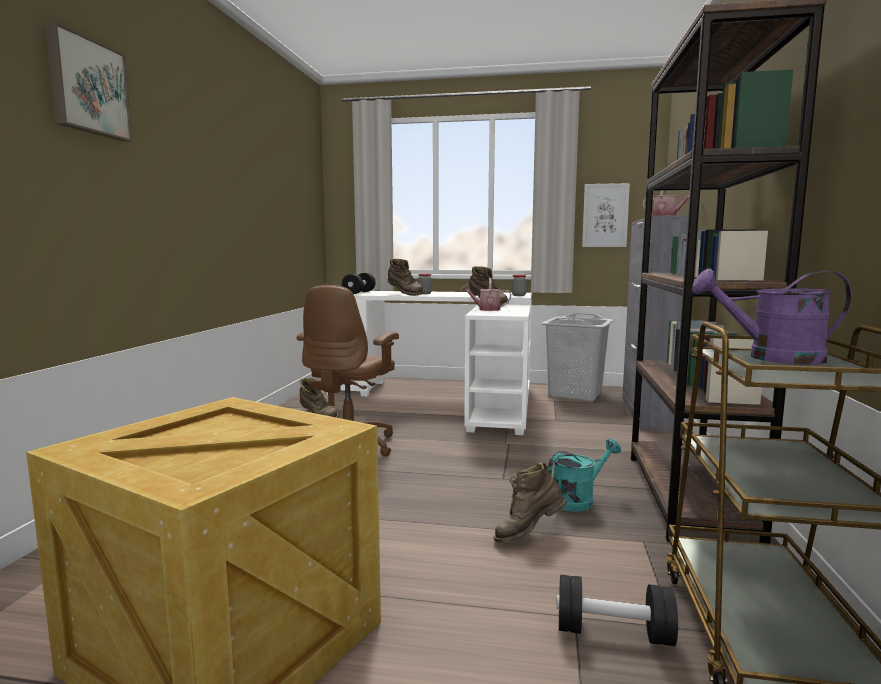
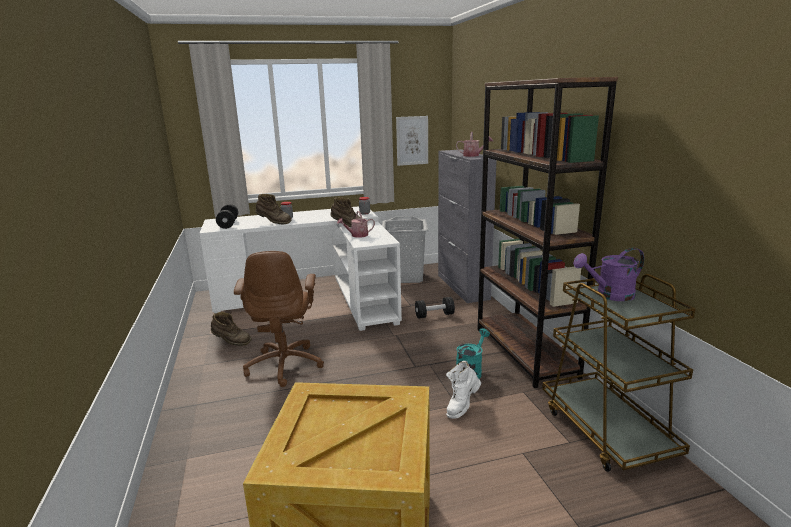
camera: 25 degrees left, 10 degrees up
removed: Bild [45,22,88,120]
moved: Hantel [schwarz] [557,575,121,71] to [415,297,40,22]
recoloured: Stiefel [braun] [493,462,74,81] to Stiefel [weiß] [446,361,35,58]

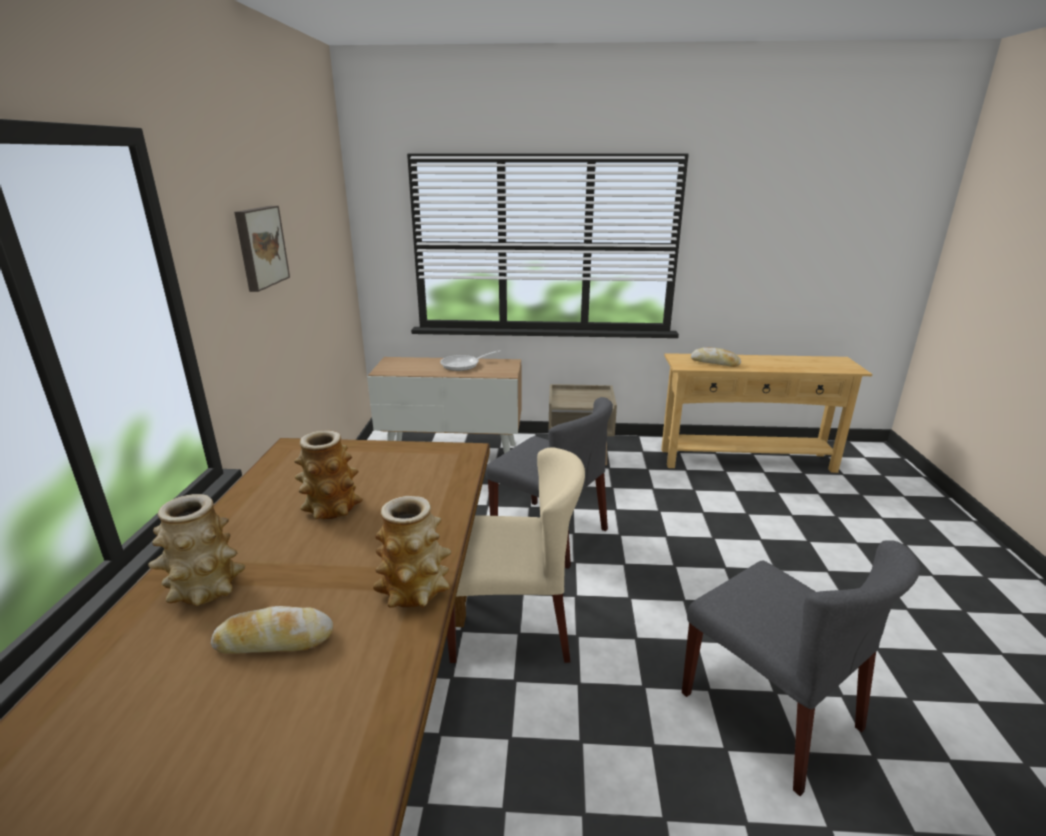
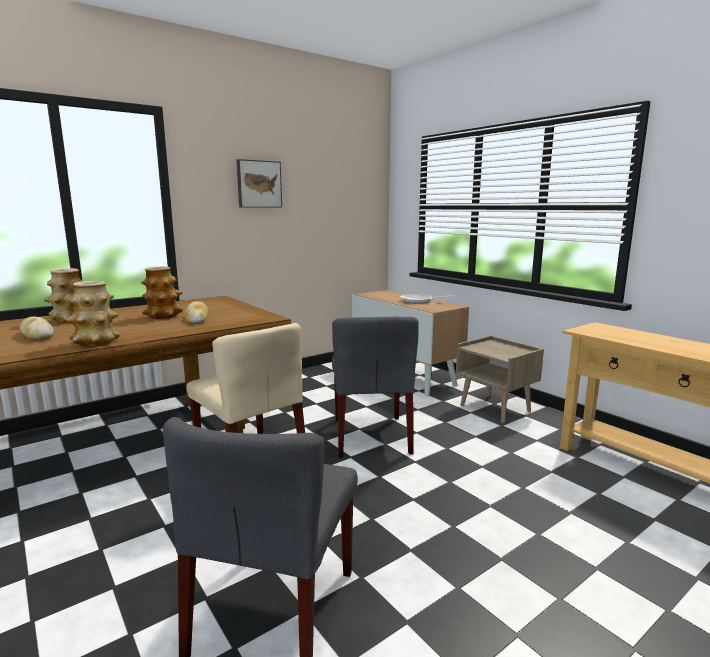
camera: 50 degrees right, 10 degrees down
moved: Brot [691,347,50,20] to [186,301,22,23]

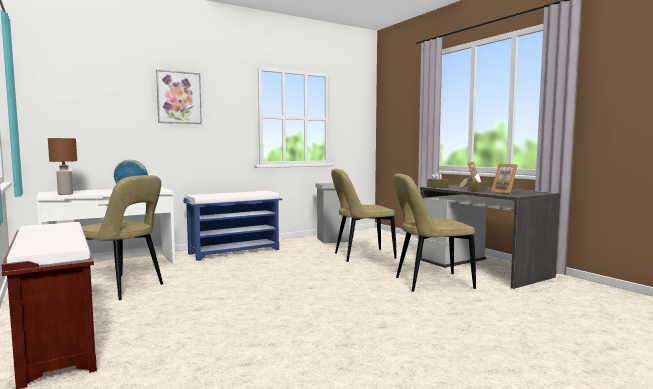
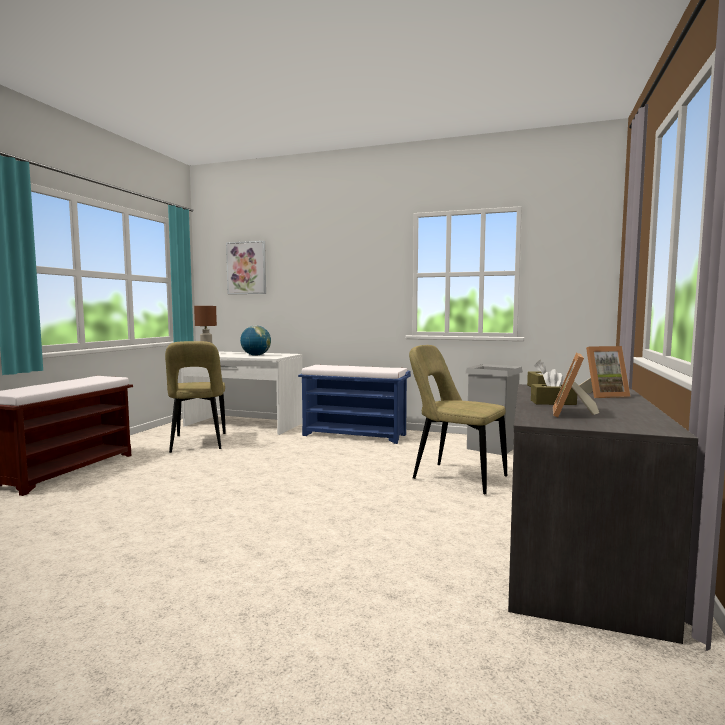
camera: 50 degrees right, 0 degrees up
removed: Stuhl [beige] [393,174,83,118]
moved: Bild [156,69,46,55] to [226,241,40,53]

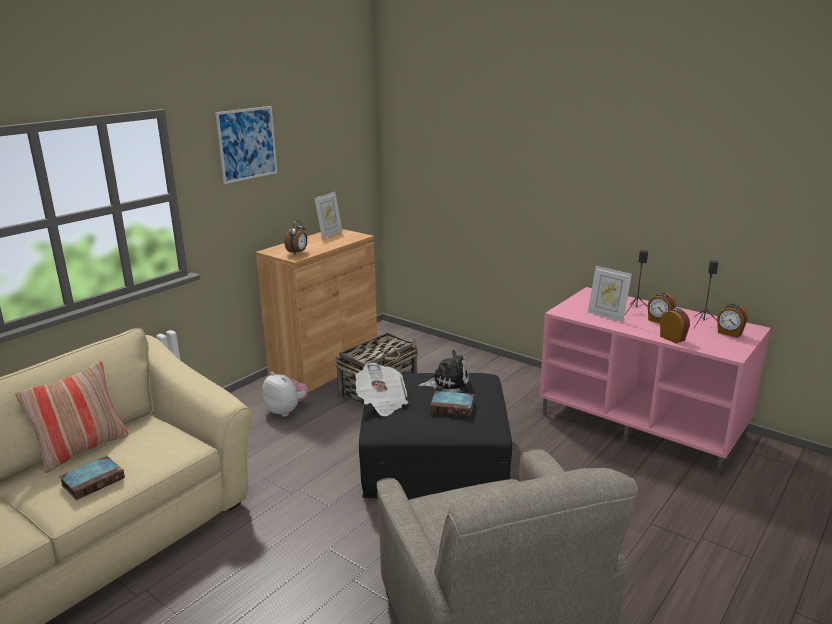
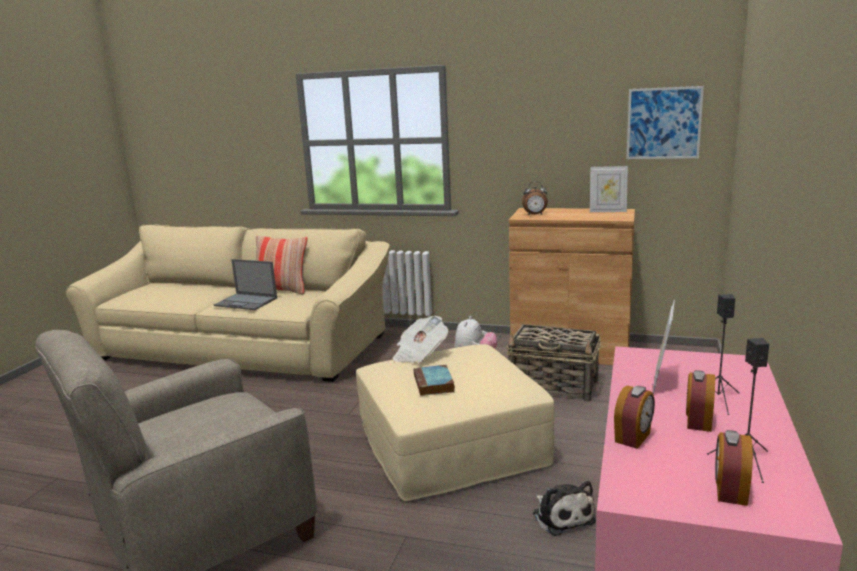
camera: 70 degrees right, 5 degrees down
moved: Bild [215,106,62,78] to [626,86,78,73]; Plüschtier [419,350,50,43] to [533,481,63,55]
replaced: Buch [59,456,66,44] to Laptop [214,259,63,51]
recoloured: Polsterhocker [schwarz] [359,373,153,127] to Polsterhocker [beige] [356,344,199,157]

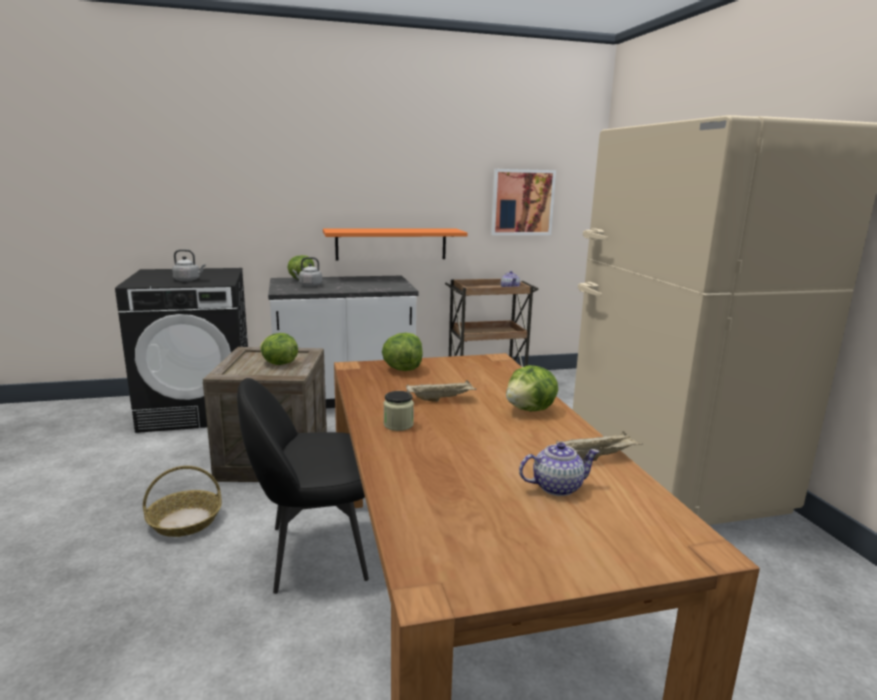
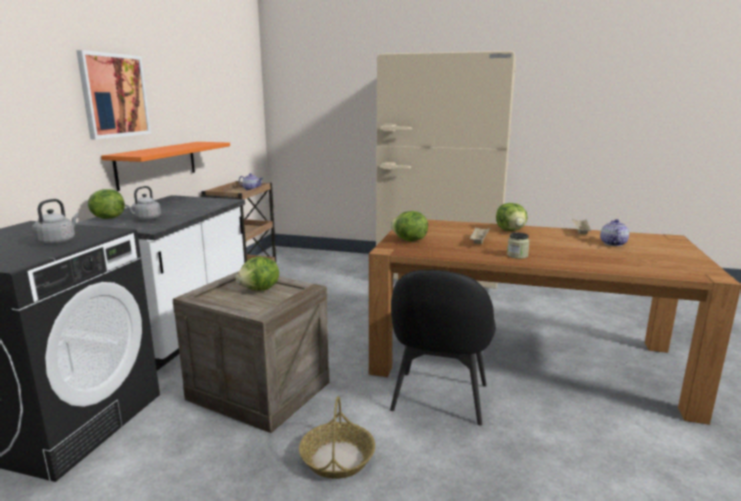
camera: 60 degrees left, 0 degrees up
moved: Bild [491,169,65,66] to [76,50,75,89]

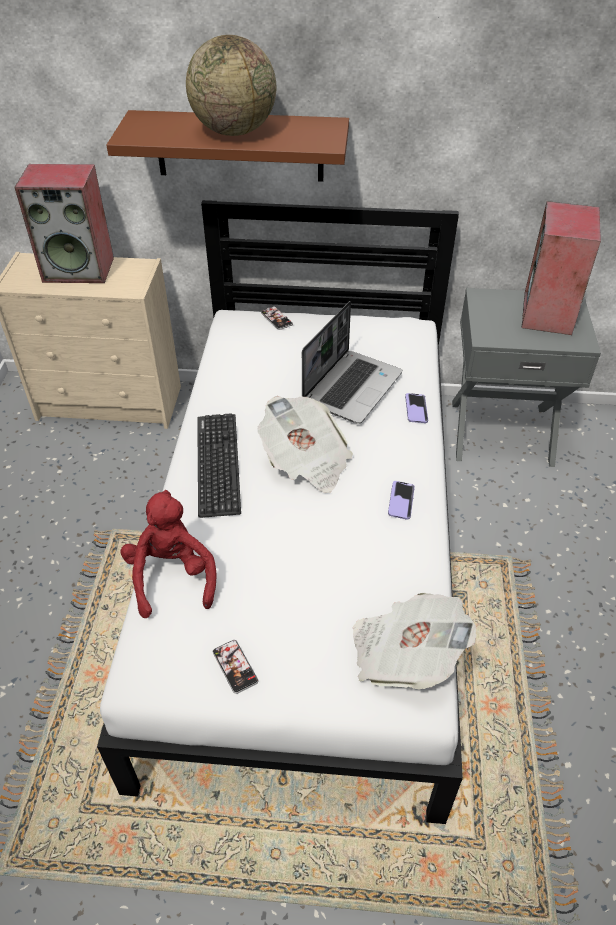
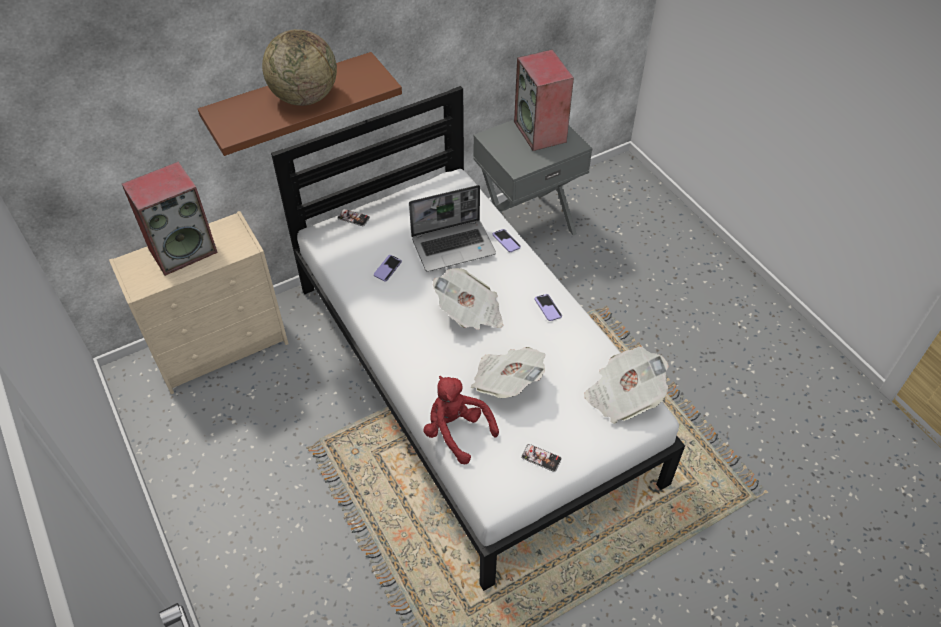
camera: 35 degrees left, 5 degrees up
removed: Tastatur [197,414,44,104]
added: Handy [374,255,28,26]; Zeitung [471,347,75,51]
turned: Laptop [302,301,101,123] = [409,185,87,87] 75 degrees clockwise

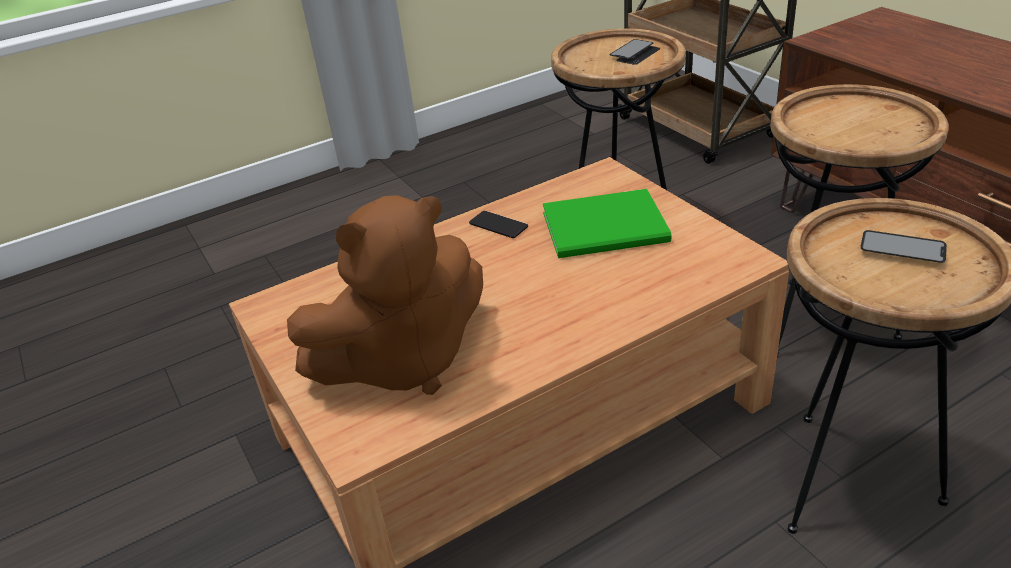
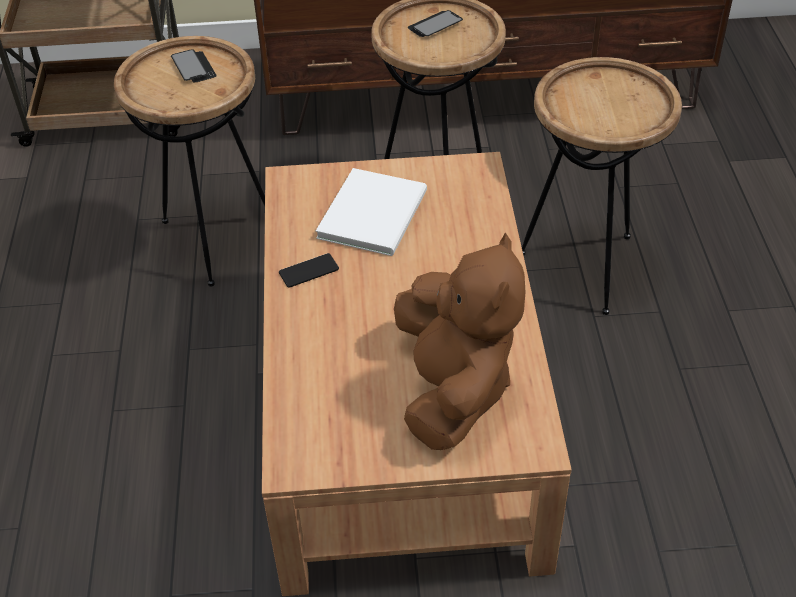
camera: 65 degrees left, 10 degrees up
moved: Handy [861,230,86,33] to [408,10,55,27]
recoloured: Buch [grün] [543,189,128,69] to Buch [weiß] [316,168,111,88]

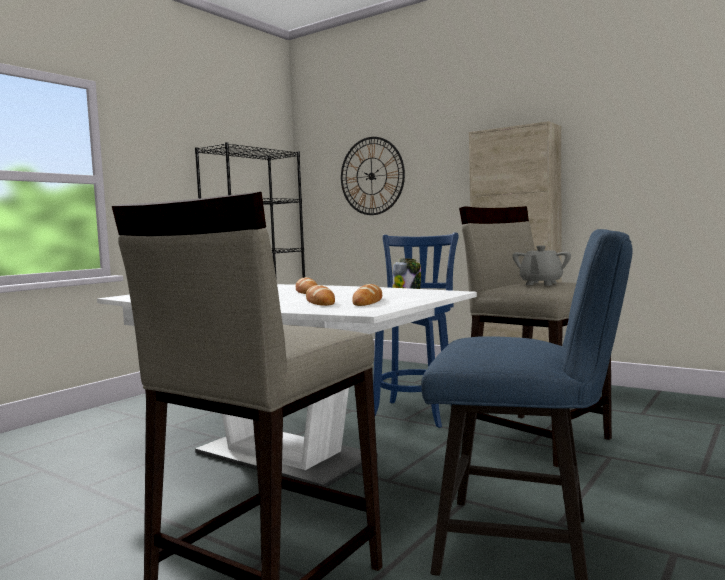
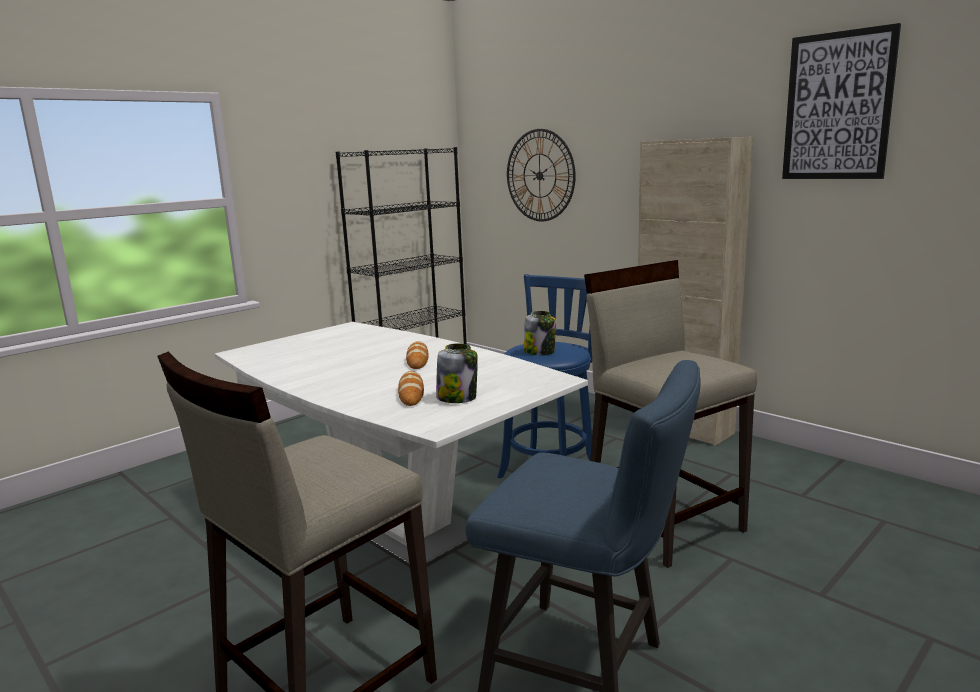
camera: 10 degrees right, 10 degrees up
removed: Teekanne [grau] [513,245,58,40]
added: Bild [782,23,119,156]
replaced: Brot [352,284,30,22] to Vorratsglas [436,343,42,60]

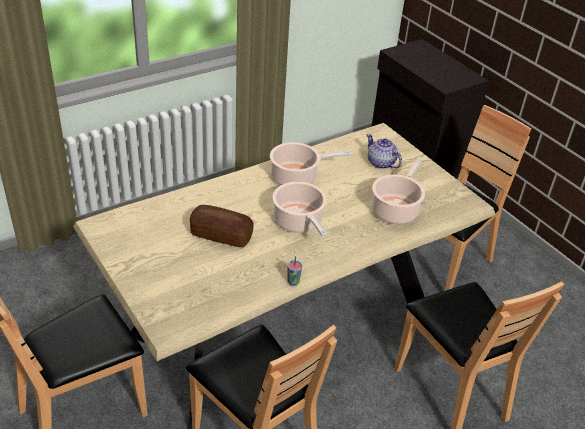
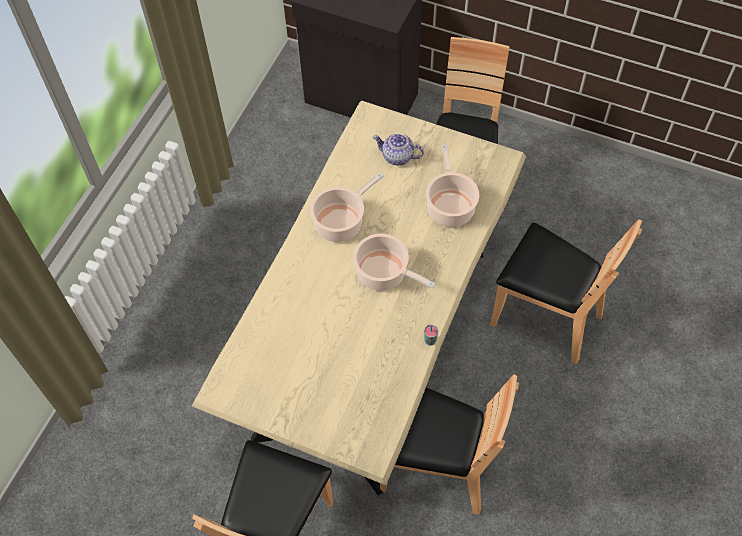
camera: 30 degrees left, 20 degrees up
removed: Brot [190,205,64,42]

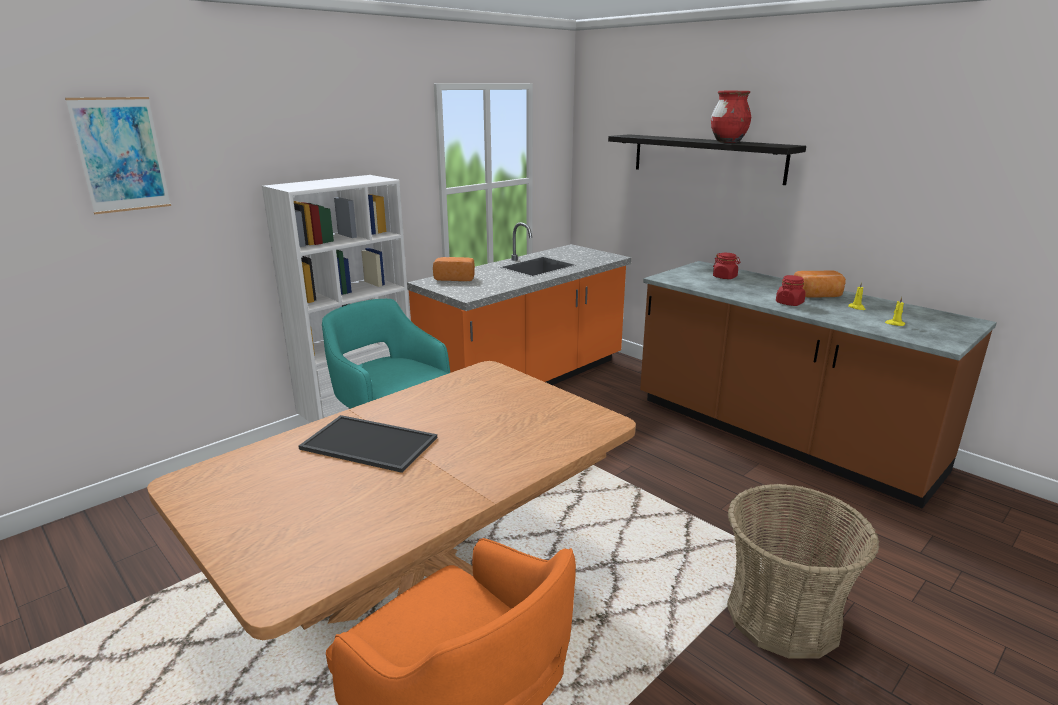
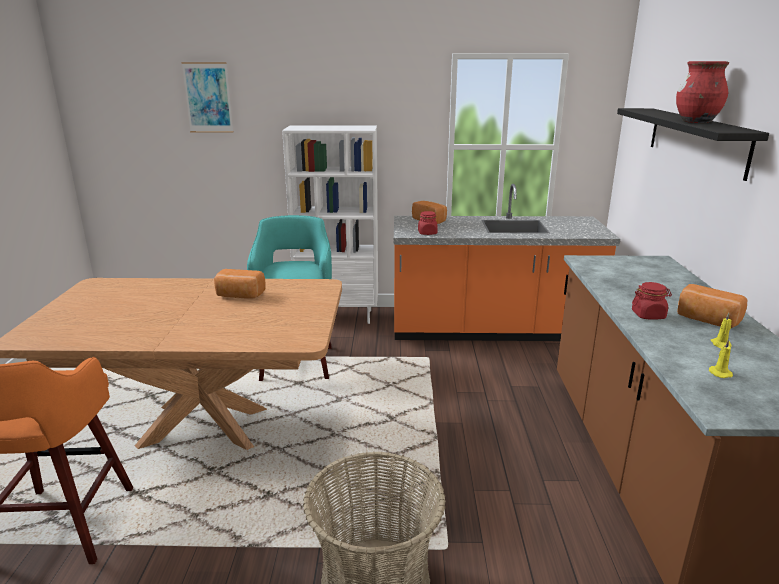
camera: 45 degrees right, 0 degrees up
removed: Tablett [298,415,139,58]
added: Brot [214,269,52,30]
moved: Vorratsglas [rot] [713,253,28,26] to [418,211,20,24]

